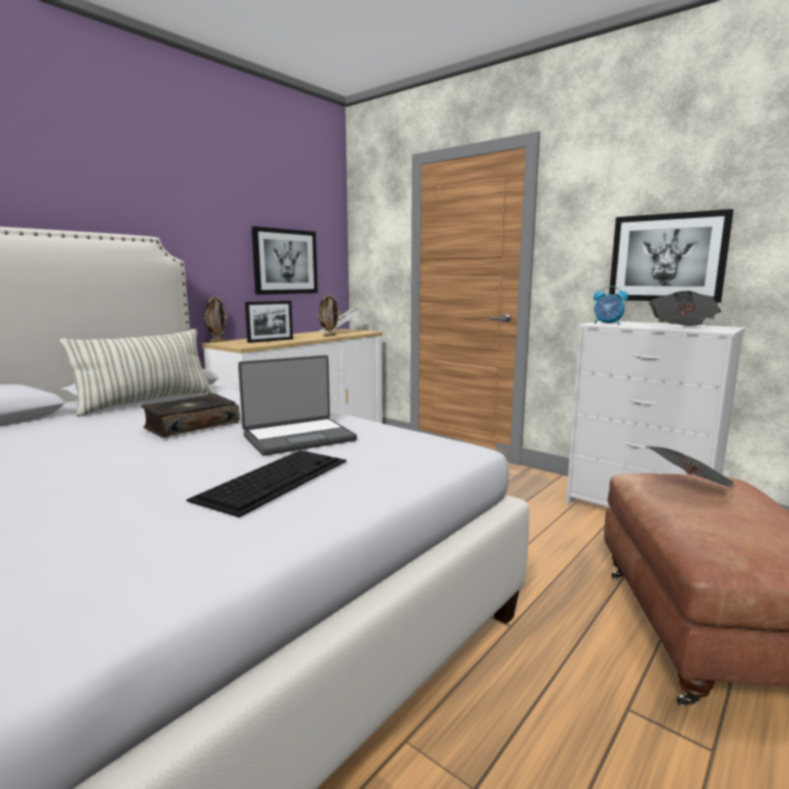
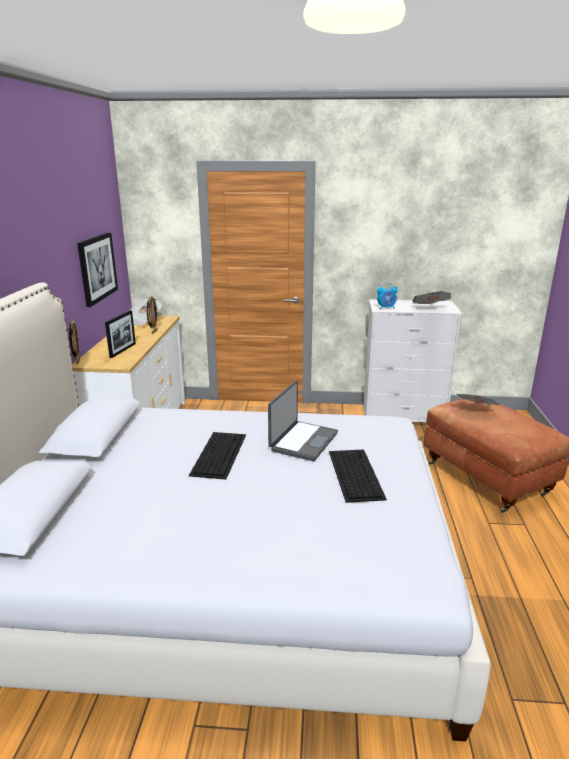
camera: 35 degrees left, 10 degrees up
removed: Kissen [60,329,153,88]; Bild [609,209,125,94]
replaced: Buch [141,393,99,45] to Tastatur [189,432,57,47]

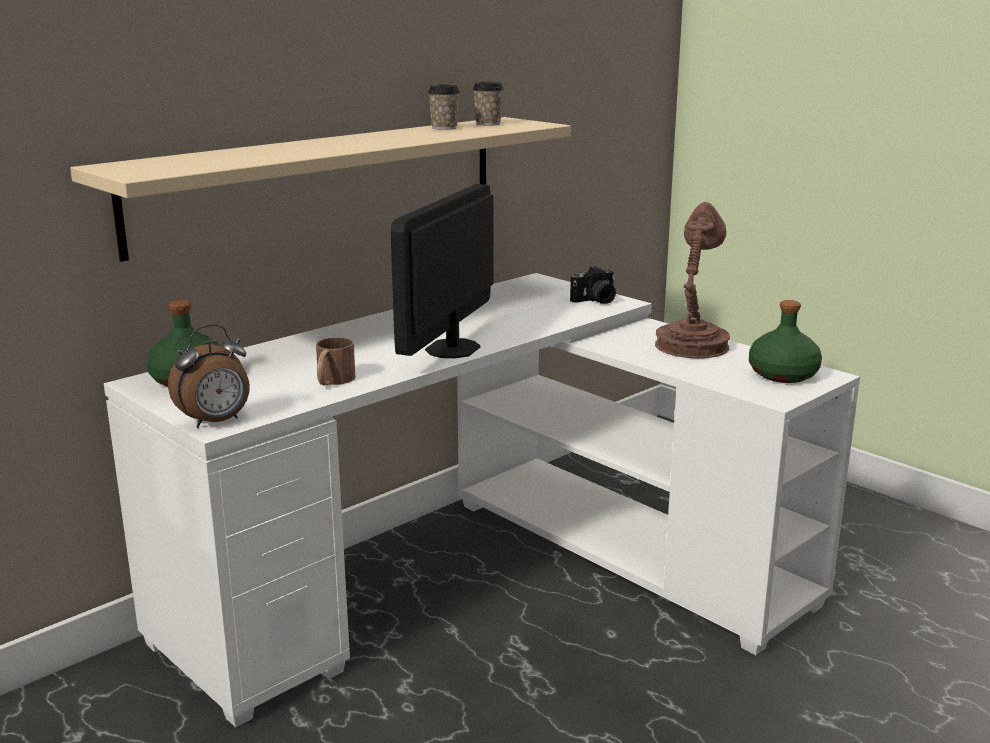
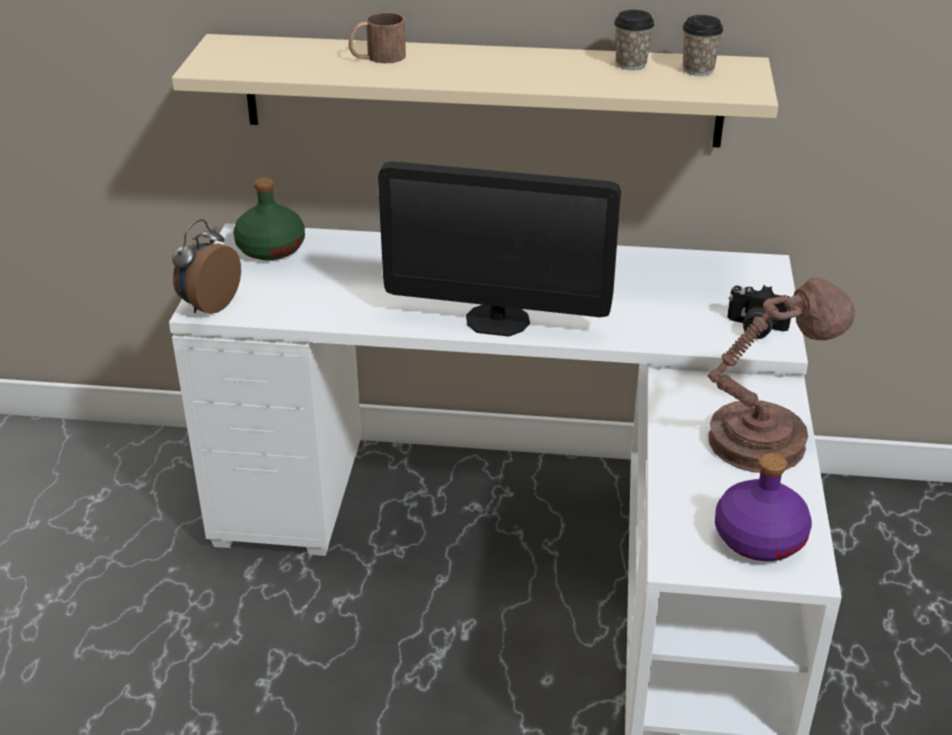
camera: 50 degrees right, 15 degrees up
moved: Henkelbecher [braun] [316,337,39,49] to [349,12,57,51]
recoloured: Flasche [grün] [749,300,73,83] to Flasche [lila] [715,453,97,108]
turned: Wecker [168,324,82,104] = [172,219,69,95] 105 degrees clockwise; Monitor [391,184,102,174] = [378,161,243,176] 150 degrees counterclockwise

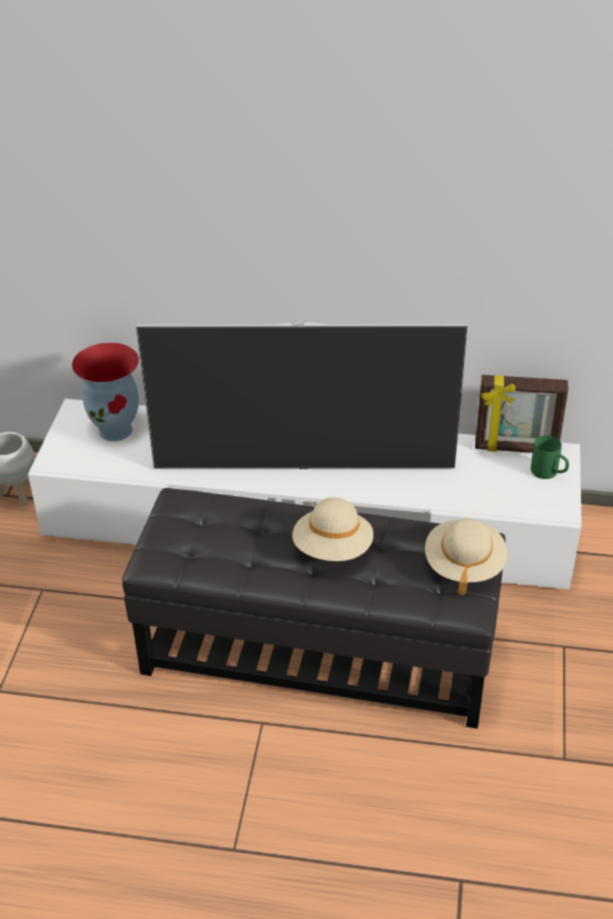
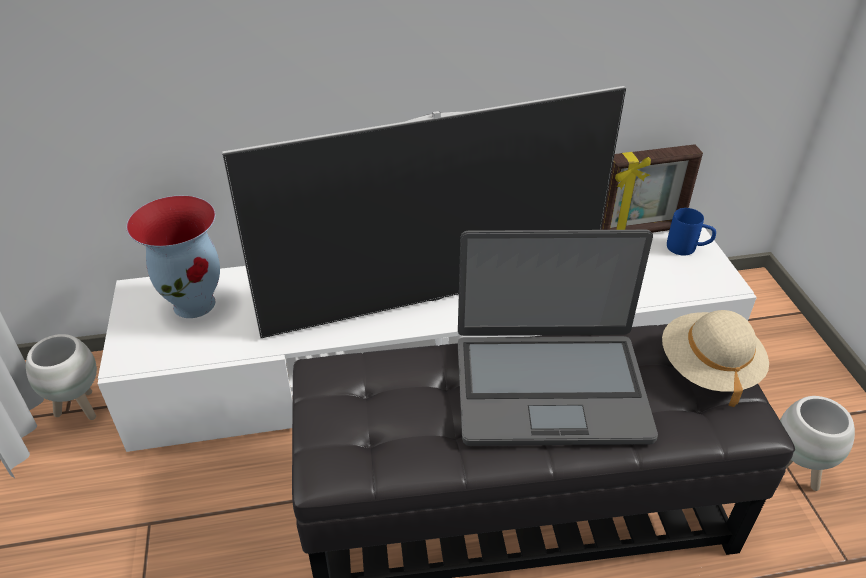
camera: 20 degrees left, 0 degrees up
added: Pflanzkübel [weiß] [780,396,75,95]
replaced: Hut [beige] [292,497,82,64] to Laptop [458,230,200,216]
recoloured: Henkelbecher [grün] [531,435,38,44] to Henkelbecher [blau] [667,208,49,48]

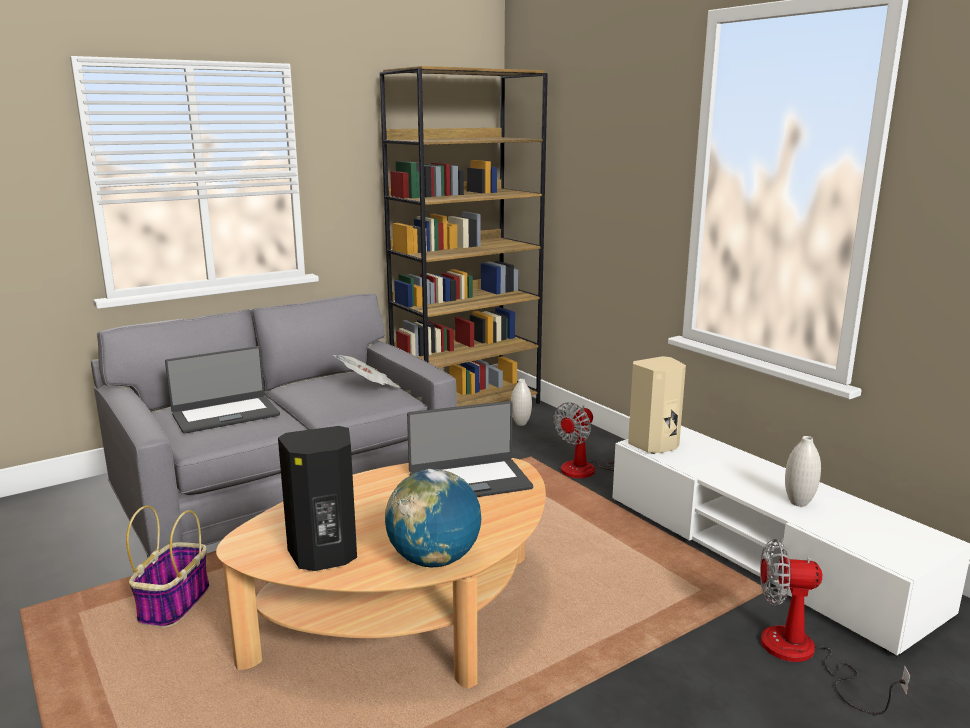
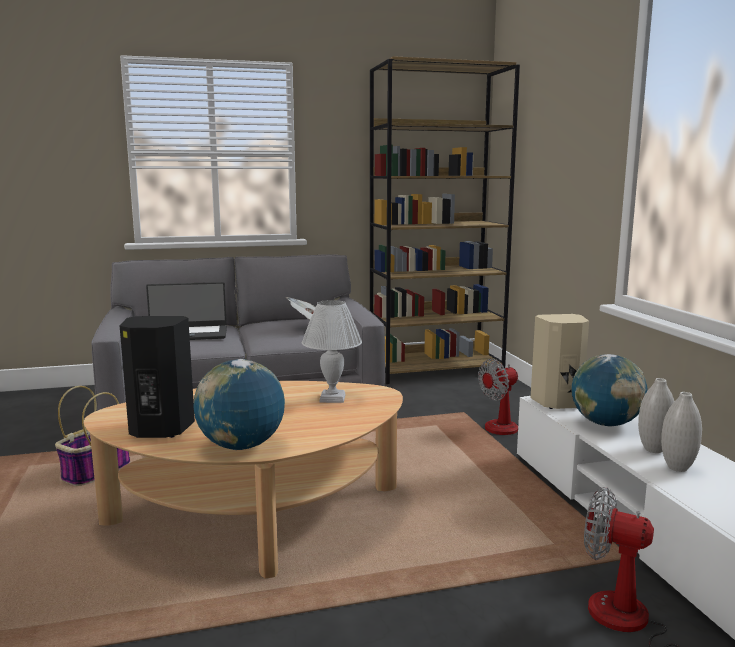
camera: 20 degrees right, 5 degrees down
added: Globus [571,354,77,73]
moved: Vase [weiß] [511,379,21,47] to [638,378,36,75]
replaced: Laptop [407,401,126,96] to Tischlampe [weiß] [302,300,60,103]

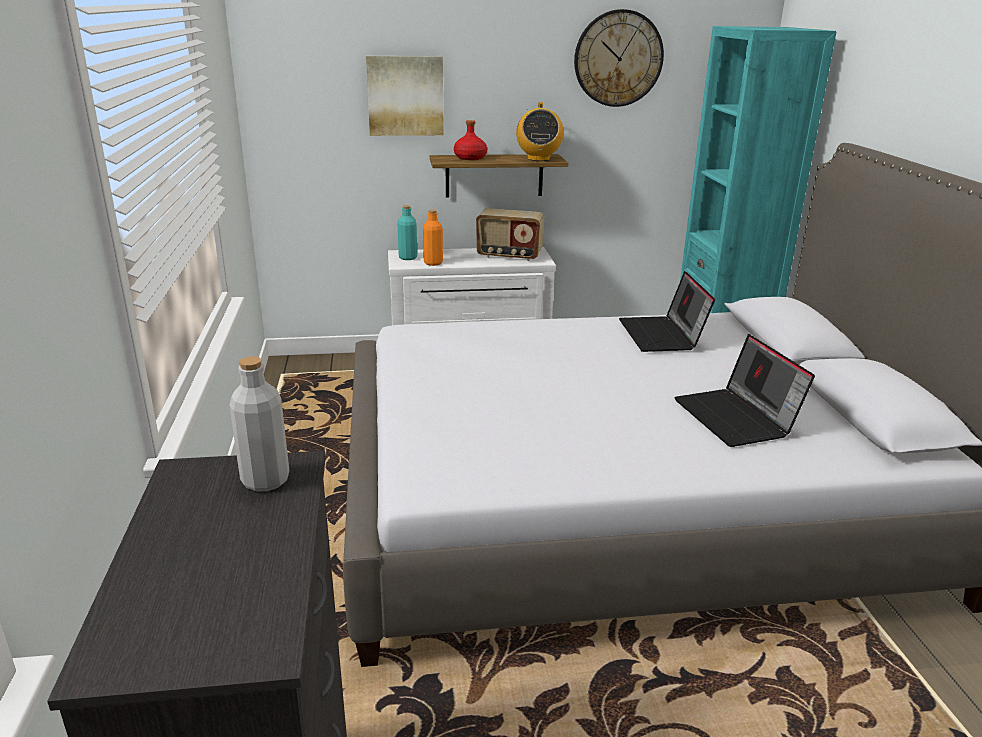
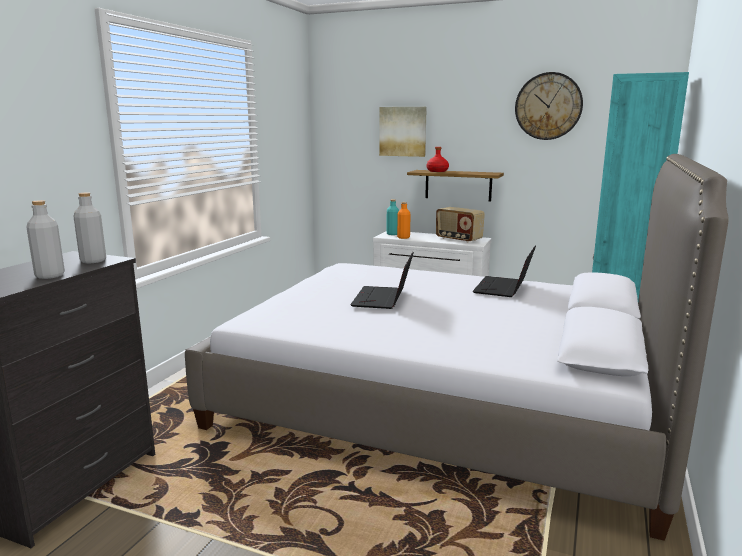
camera: 30 degrees right, 10 degrees down
removed: Radio [516,102,48,59]
added: Flasche [grau] [26,200,39,79]
moved: Laptop [674,334,141,113] to [350,252,64,57]

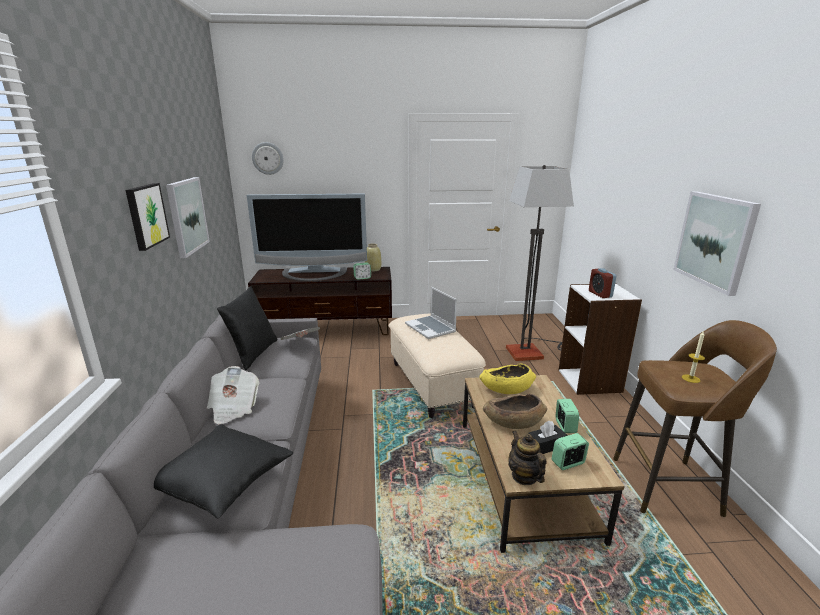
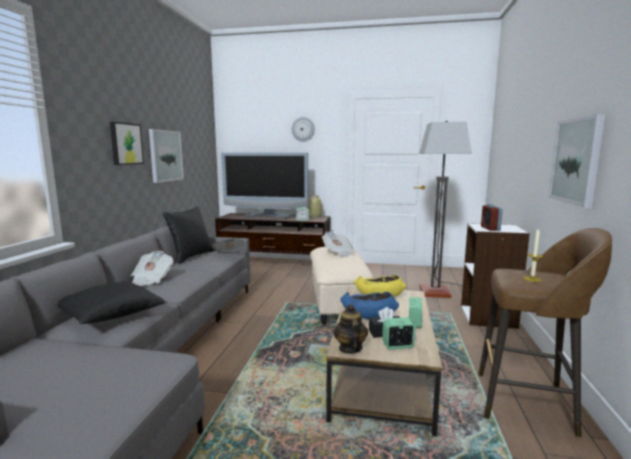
camera: 15 degrees right, 10 degrees down
moved: Wanduhr [252,142,32,33] to [292,117,23,25]
replaced: Laptop [405,287,52,52] to Zeitung [322,232,33,25]
recoloured: Schüssel [braun] [483,393,64,36] to Schüssel [blau] [340,292,59,27]

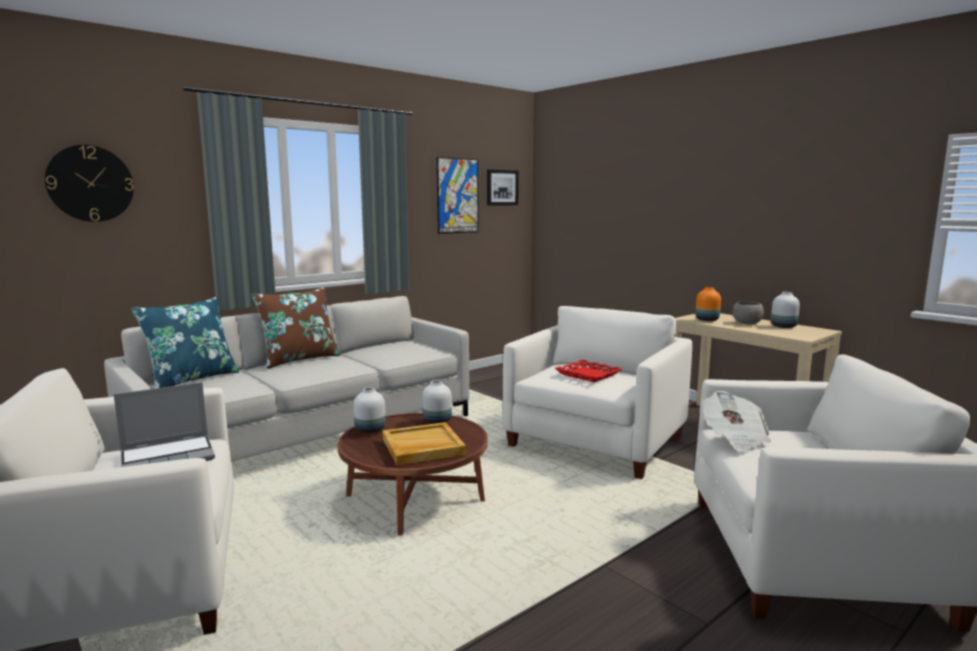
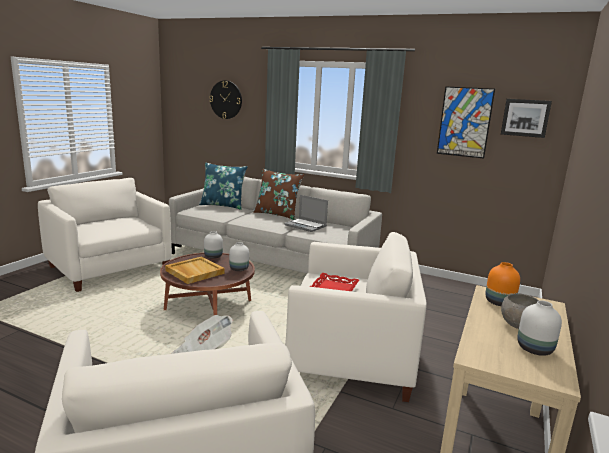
camera: 65 degrees right, 5 degrees up
moved: Laptop [114,382,101,85] to [284,195,44,37]

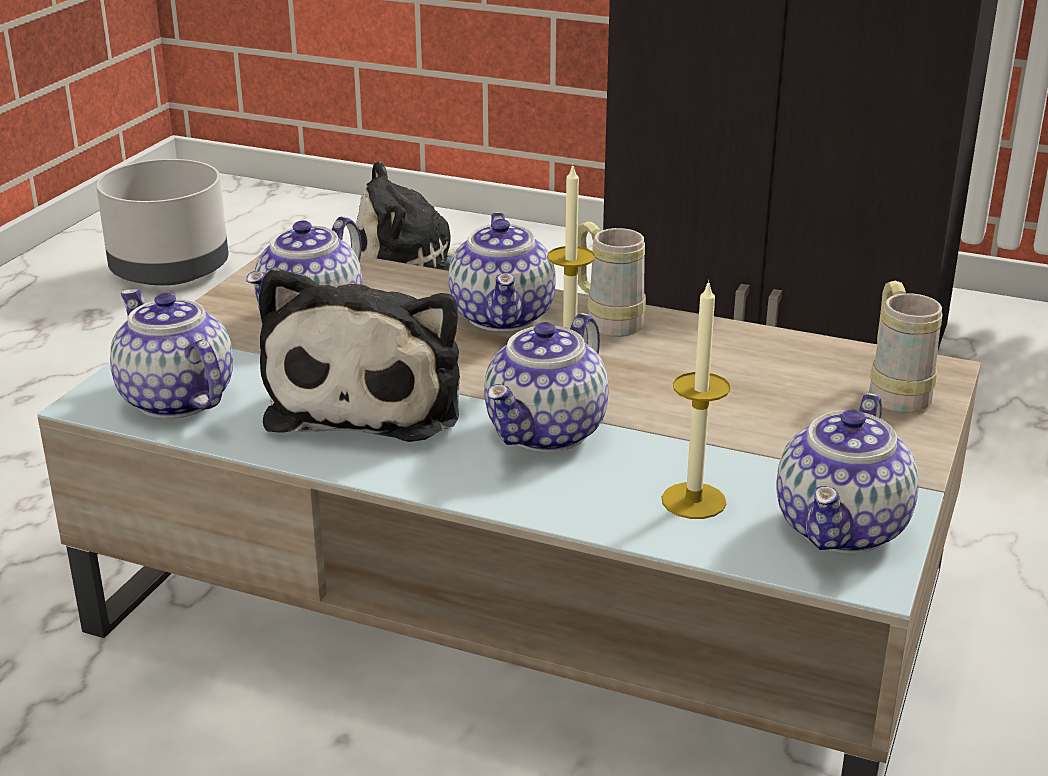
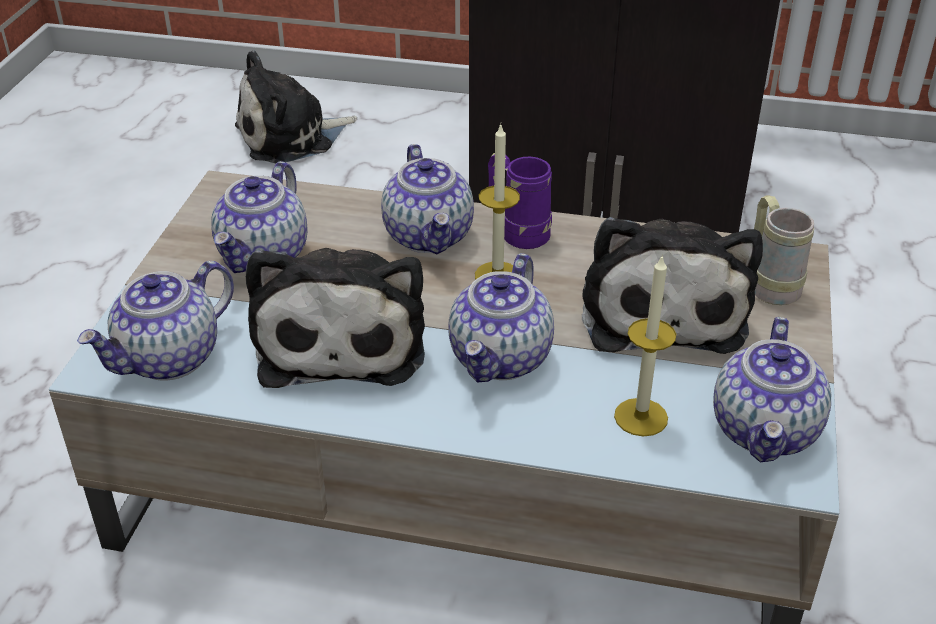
camera: 10 degrees left, 10 degrees up
removed: Pflanzkübel [grau] [96,159,132,127]
added: Plüschtier [582,217,181,137]
recoloured: Henkelbecher [beige] [577,221,69,116] to Henkelbecher [lila] [488,153,64,96]
turned: Teekanne [110,289,123,130] = [77,261,157,120] 90 degrees counterclockwise

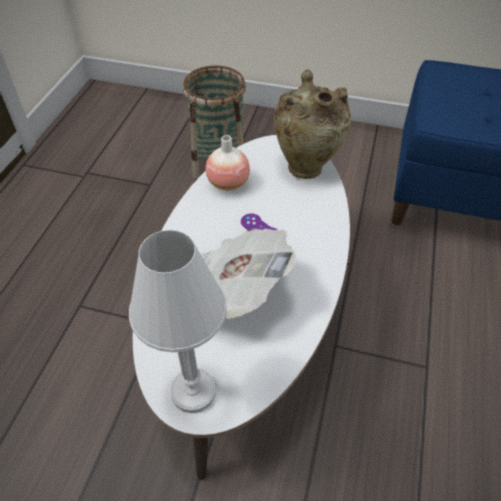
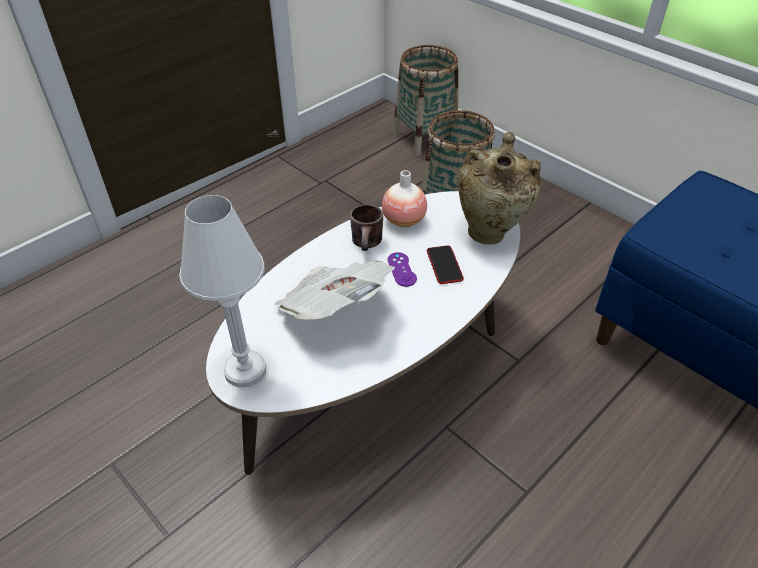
camera: 30 degrees right, 5 degrees down
added: Henkelbecher [braun] [350,205,33,46]; Korb [393,45,65,111]; Handy [427,245,37,39]

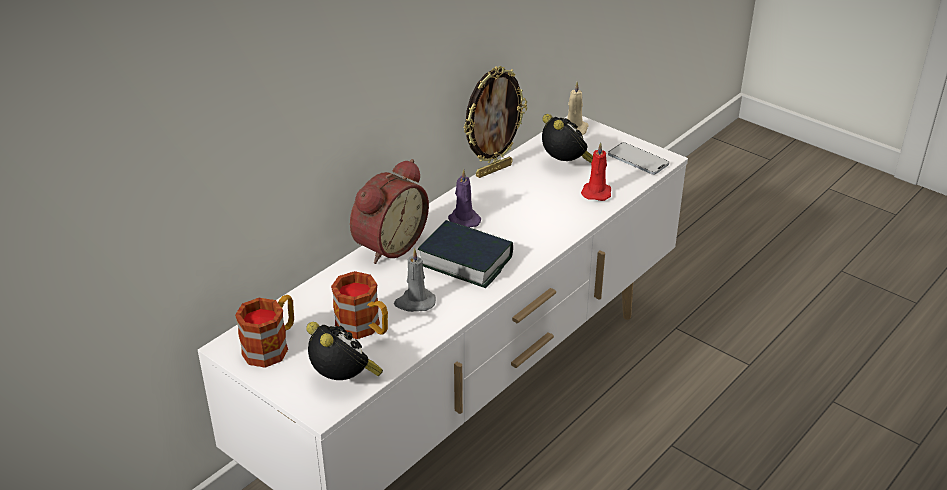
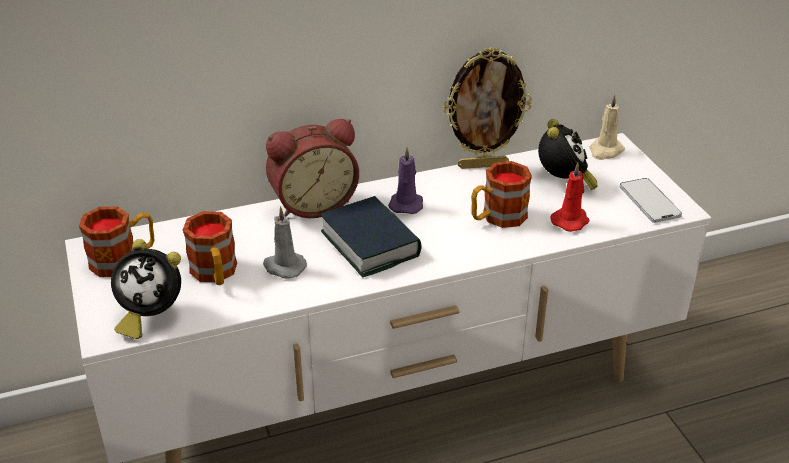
camera: 30 degrees right, 0 degrees up
added: Henkelbecher [471,161,61,67]
turned: Wecker [306,322,77,58] = [111,239,70,100] 105 degrees clockwise

